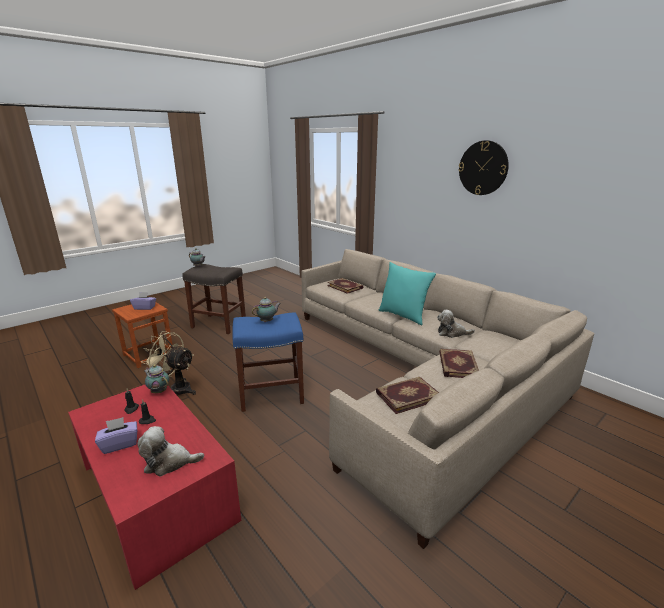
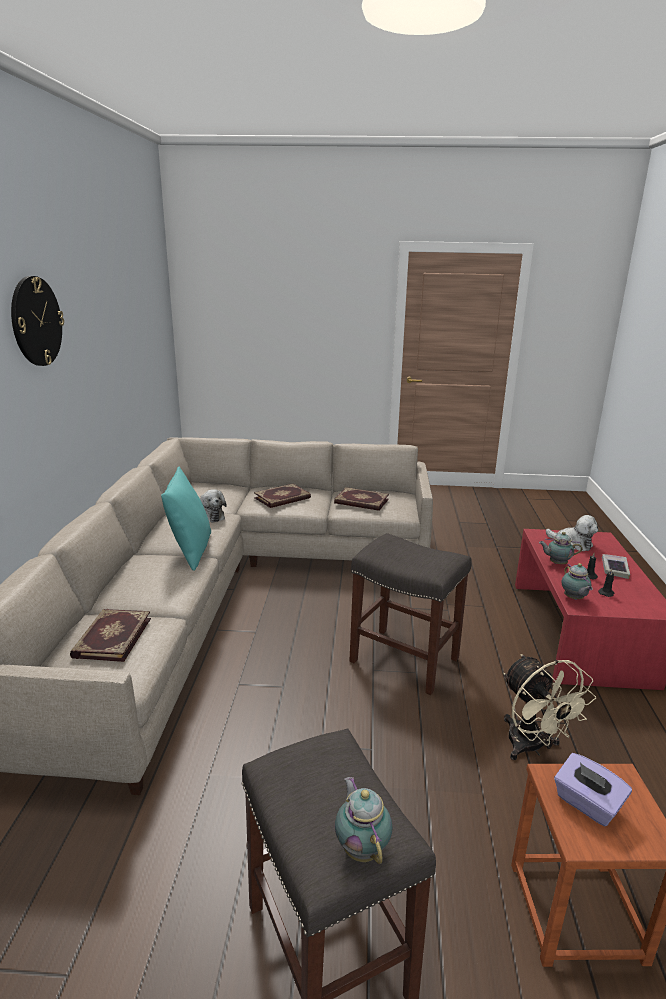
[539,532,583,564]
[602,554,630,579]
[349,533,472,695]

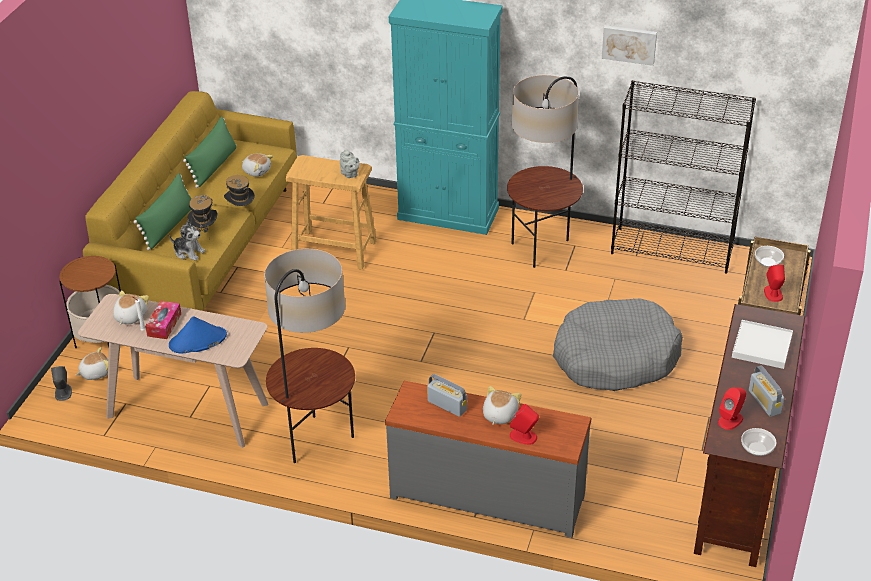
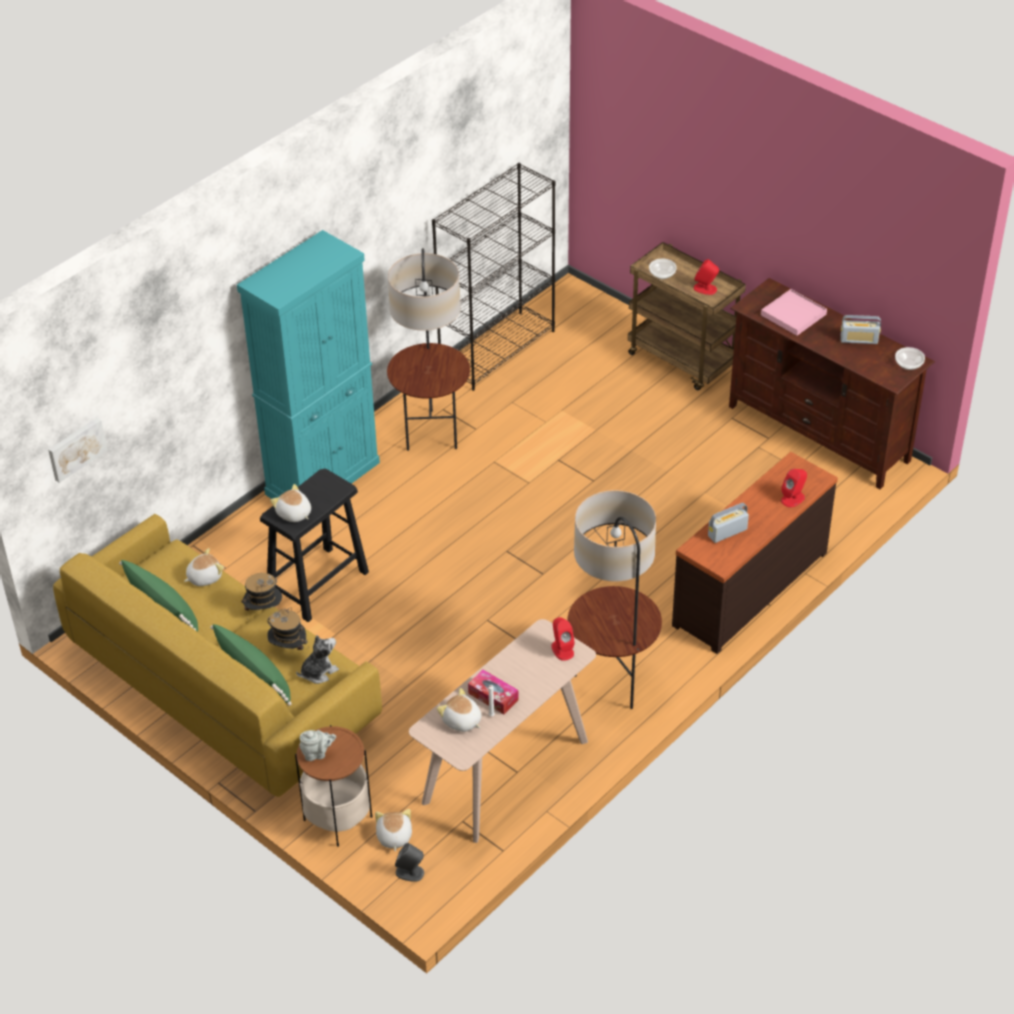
[169,316,227,354] (first image)
[553,298,683,391] (first image)
[299,730,336,761]
[270,484,311,522]
[48,417,108,483]
[551,617,575,661]
[260,469,369,622]
[672,452,838,654]
[761,289,827,336]

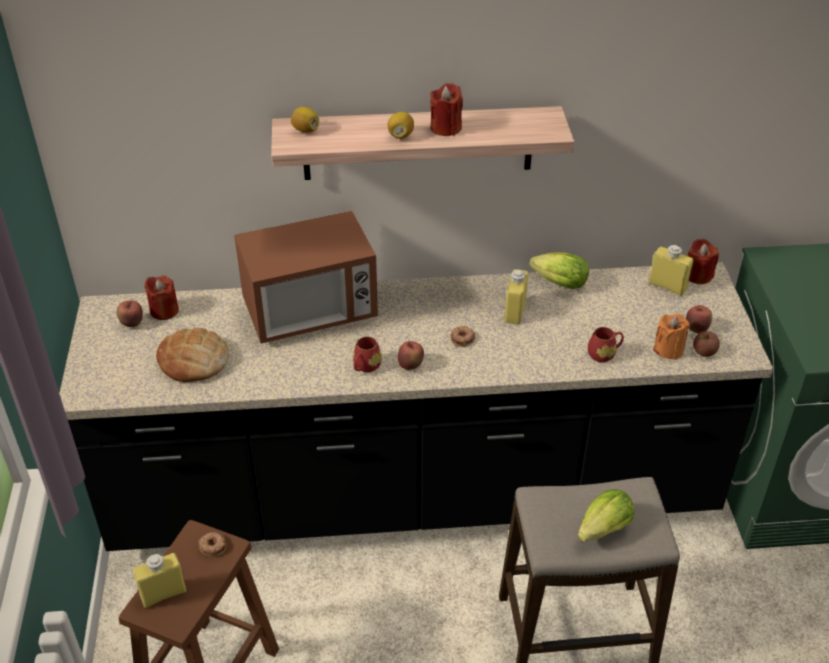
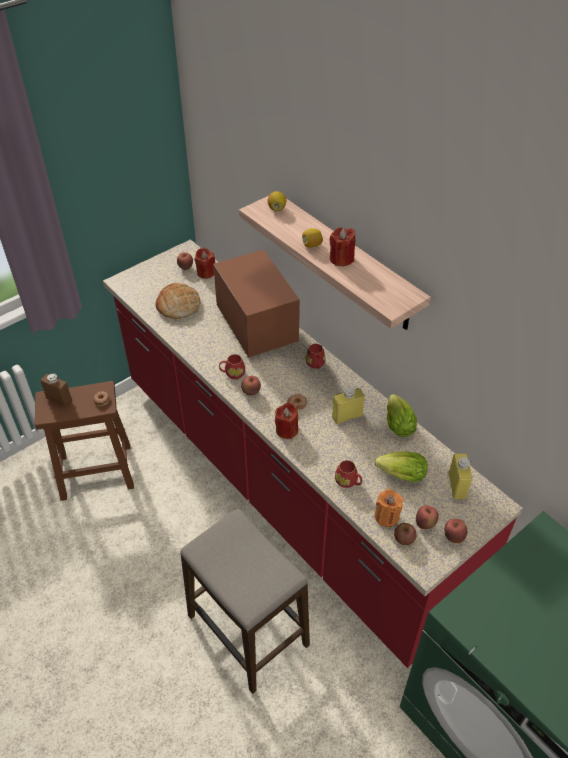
[306,344,326,369]
[444,518,468,543]
[375,451,428,482]
[275,403,298,439]
[103,239,523,668]
[40,374,72,407]
[213,250,300,358]

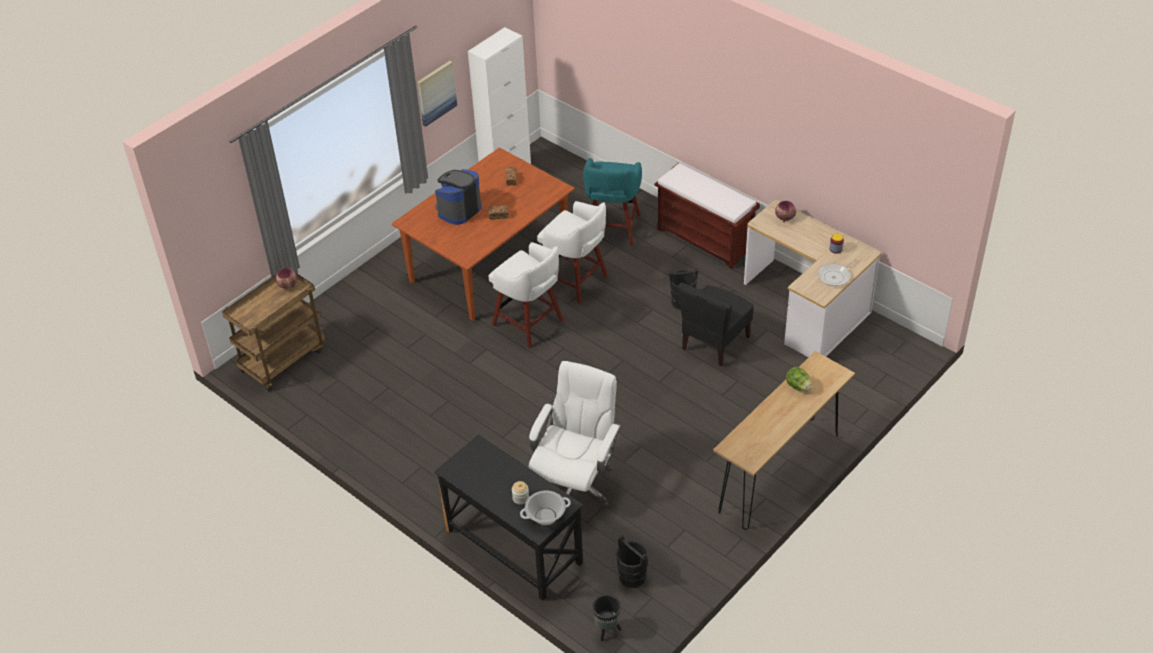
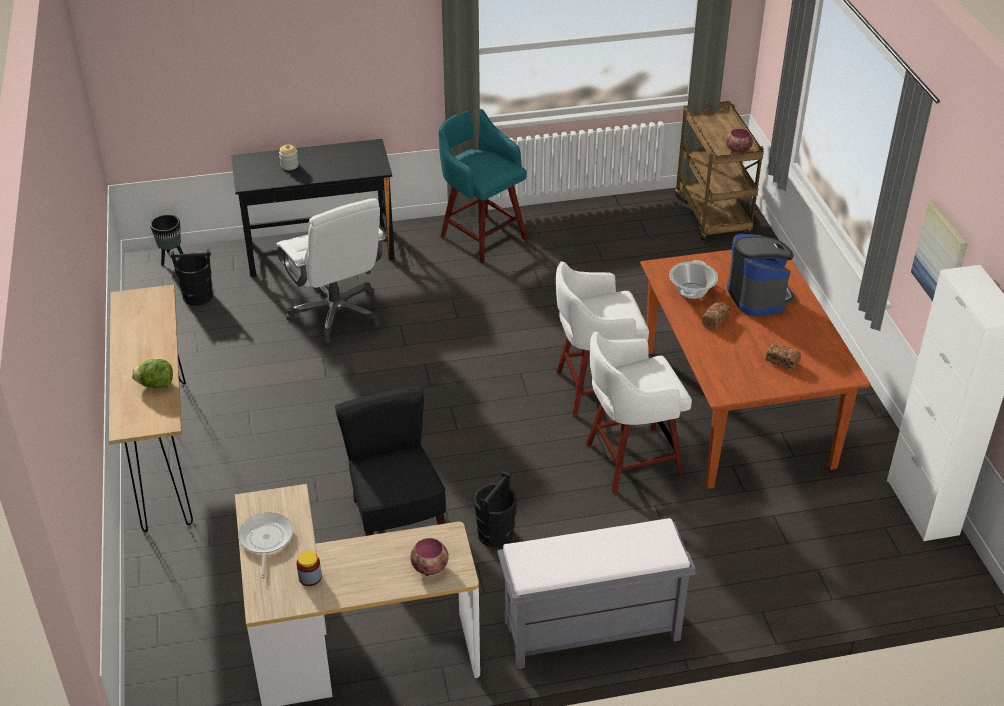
[669,260,718,299]
[438,109,527,264]
[497,518,696,669]

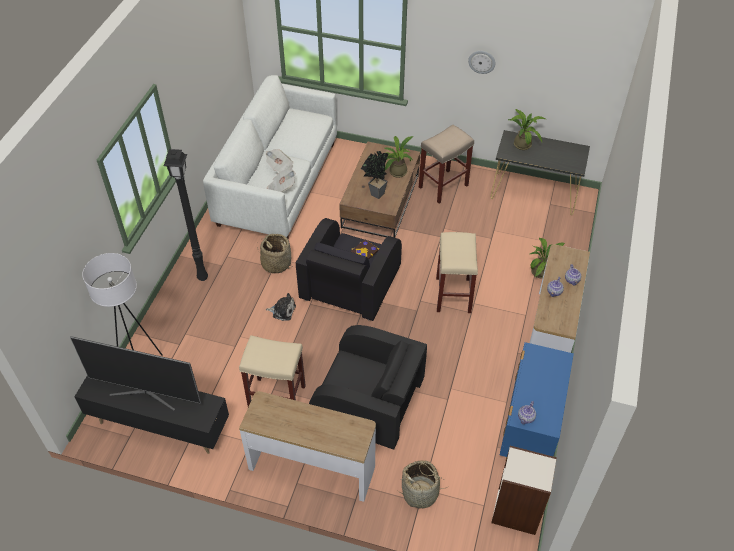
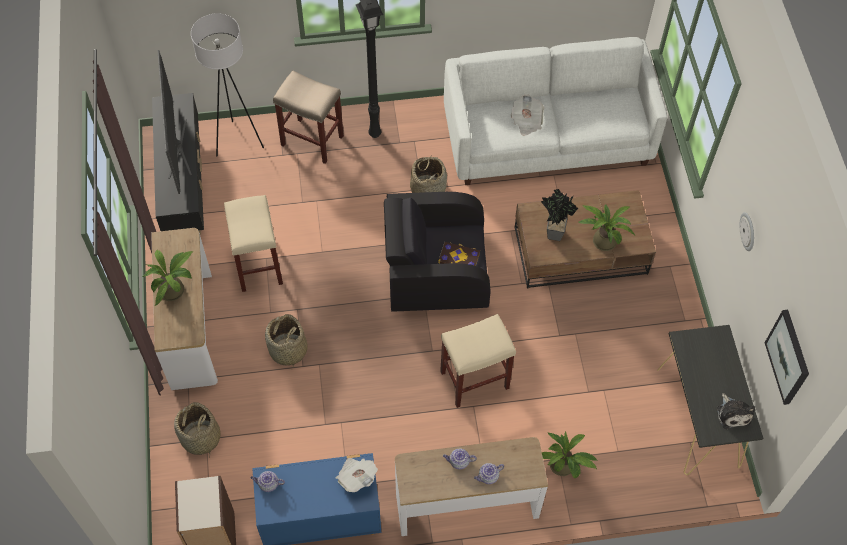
[765,310,809,405]
[717,393,755,429]
[336,458,378,492]
[273,70,344,164]
[142,250,194,306]
[265,314,308,369]

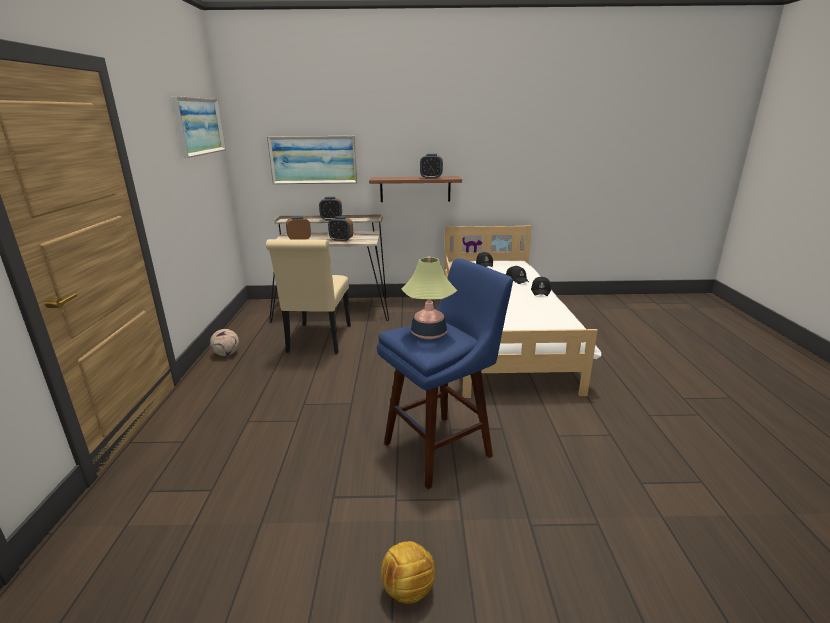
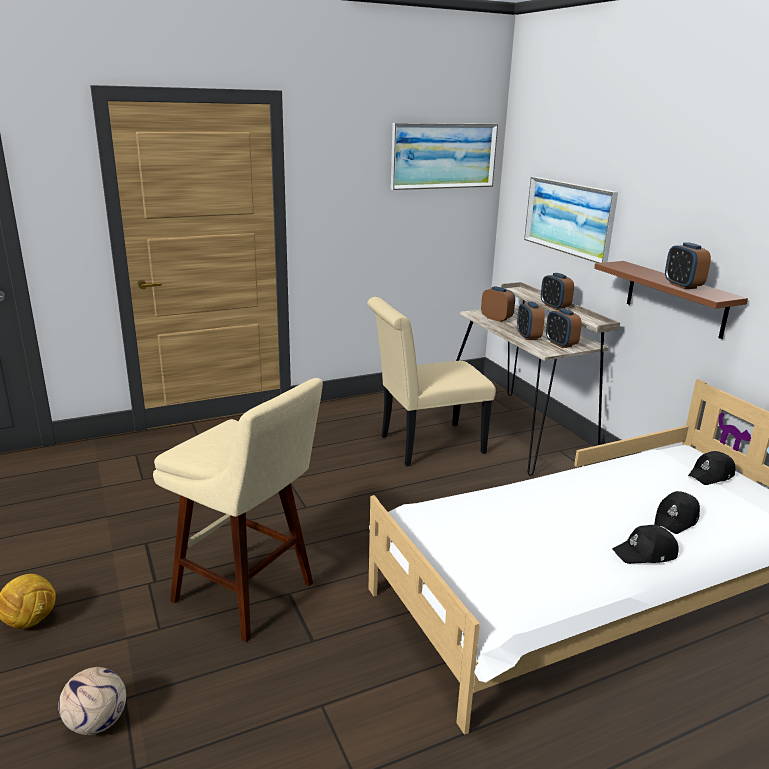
[401,257,457,339] (first image)
[546,308,582,348]
[58,667,126,735]
[153,378,323,642]

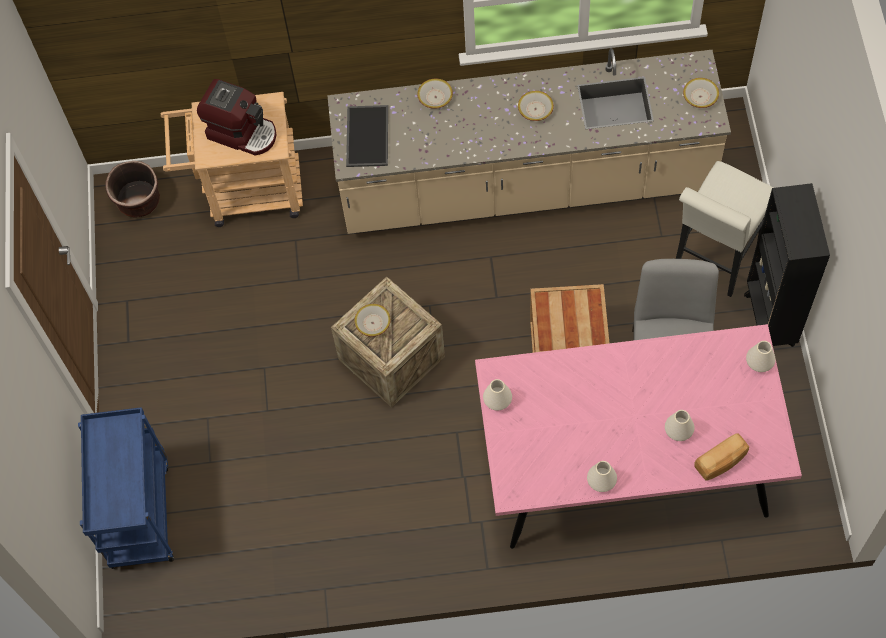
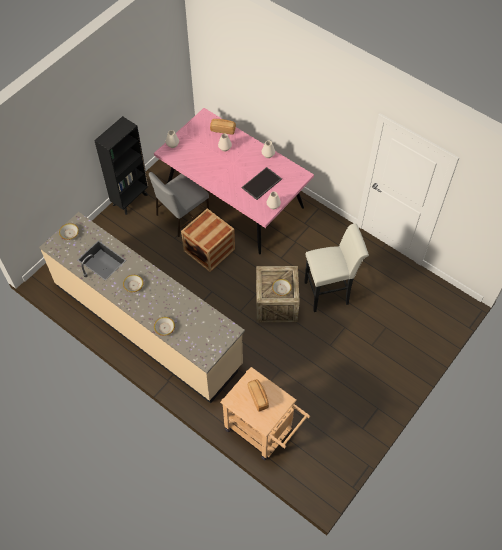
[78,407,174,569] (first image)
[105,161,160,218] (first image)
[242,167,282,200]
[304,224,369,312]
[248,379,269,411]

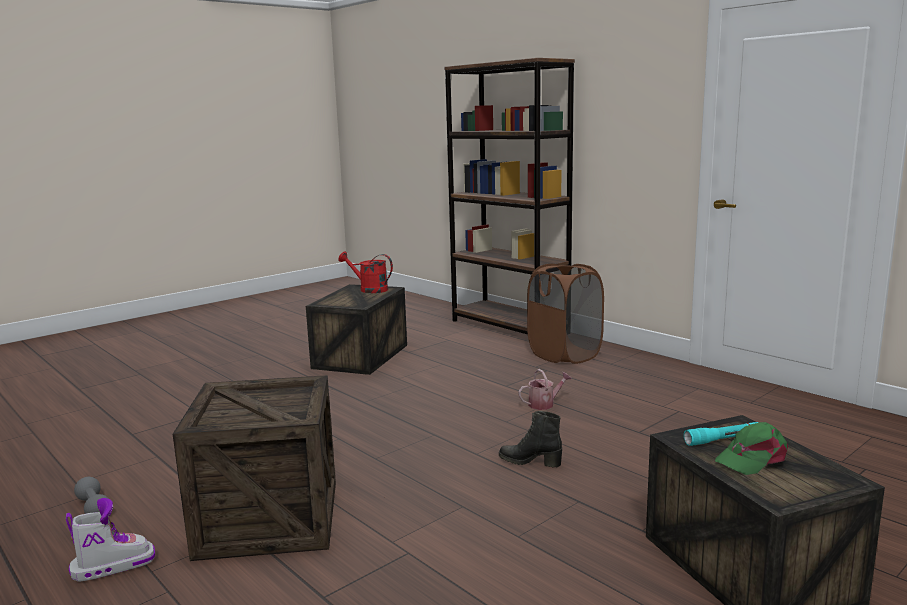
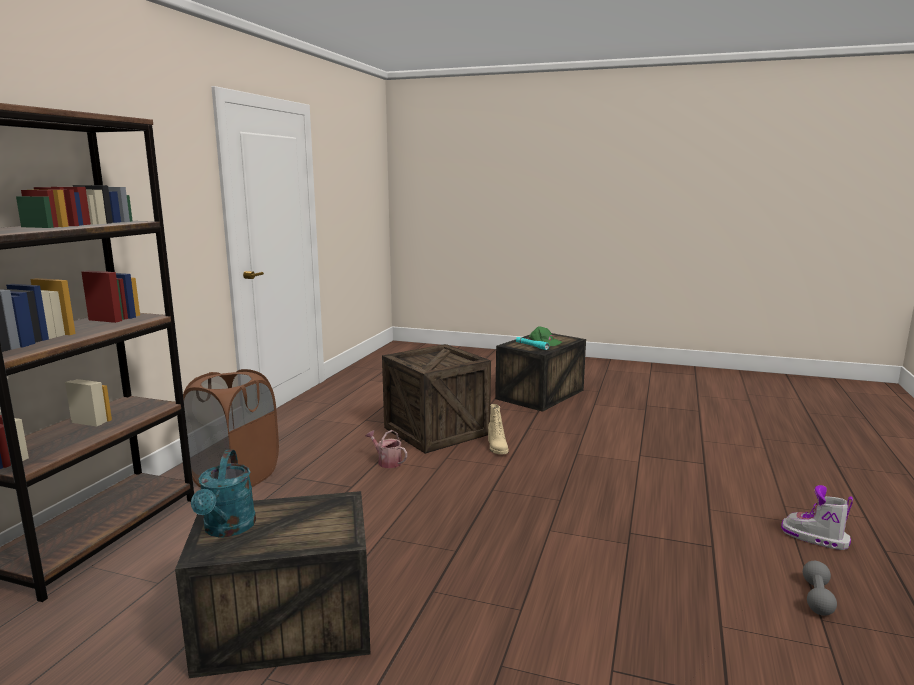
[382,344,491,454]
[191,450,256,537]
[488,404,508,454]

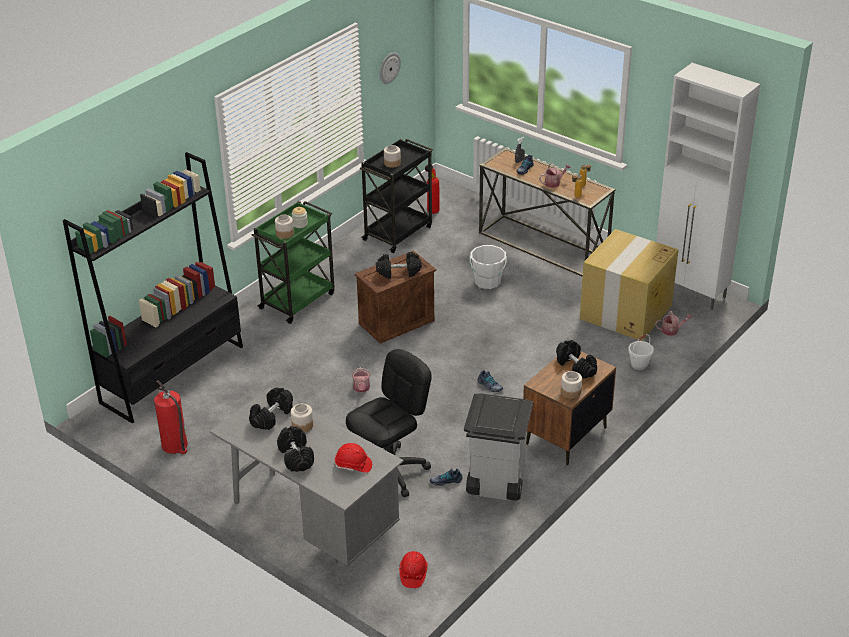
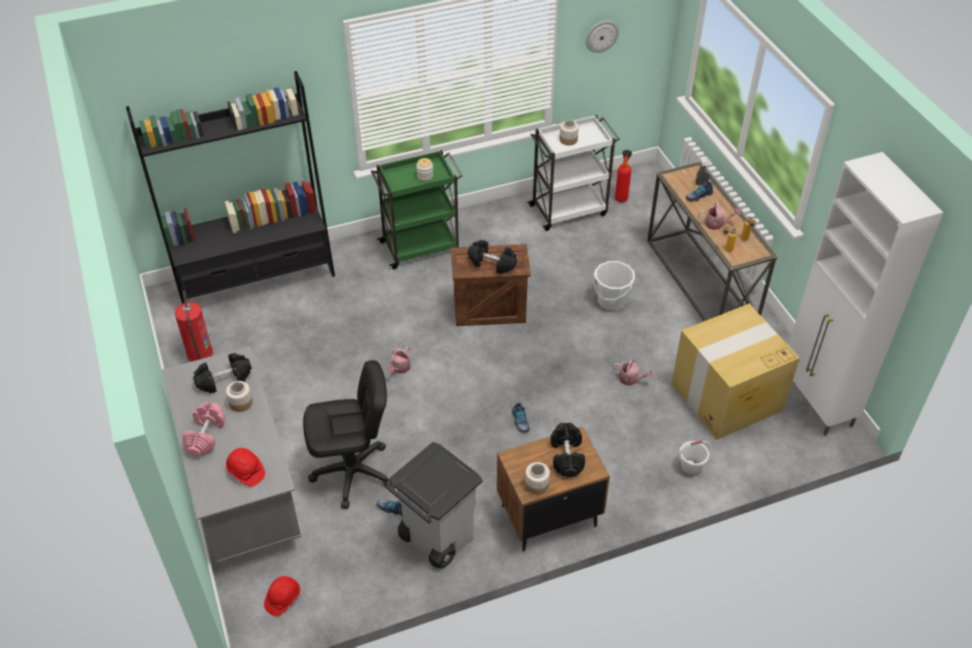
[275,215,294,239] (first image)
[613,359,653,386]
[182,402,225,457]
[527,115,619,231]

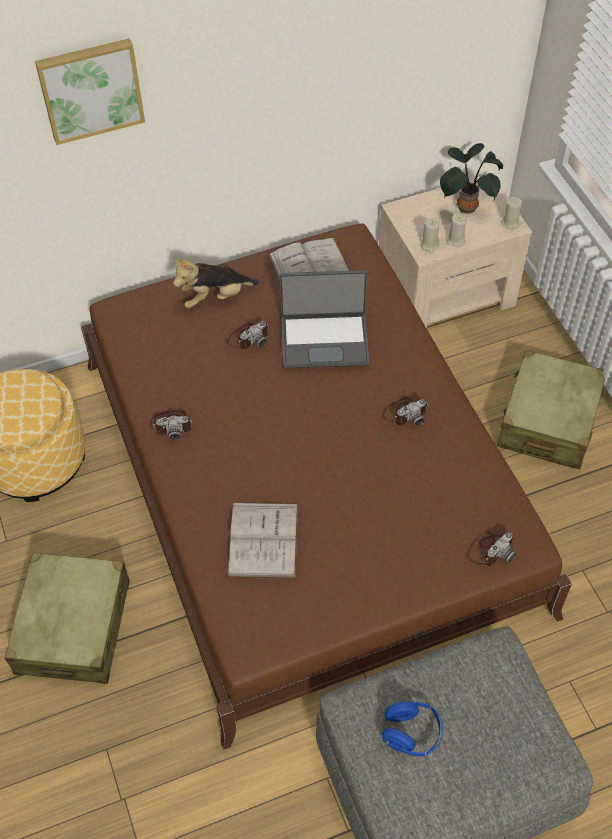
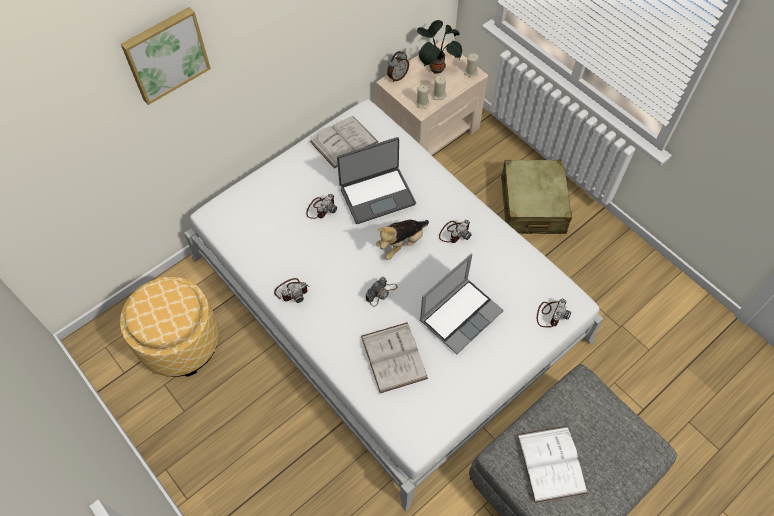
[5,553,130,684] (first image)
[366,277,397,307]
[387,51,409,82]
[420,254,504,354]
[376,220,429,260]
[517,426,587,503]
[184,99,604,511]

